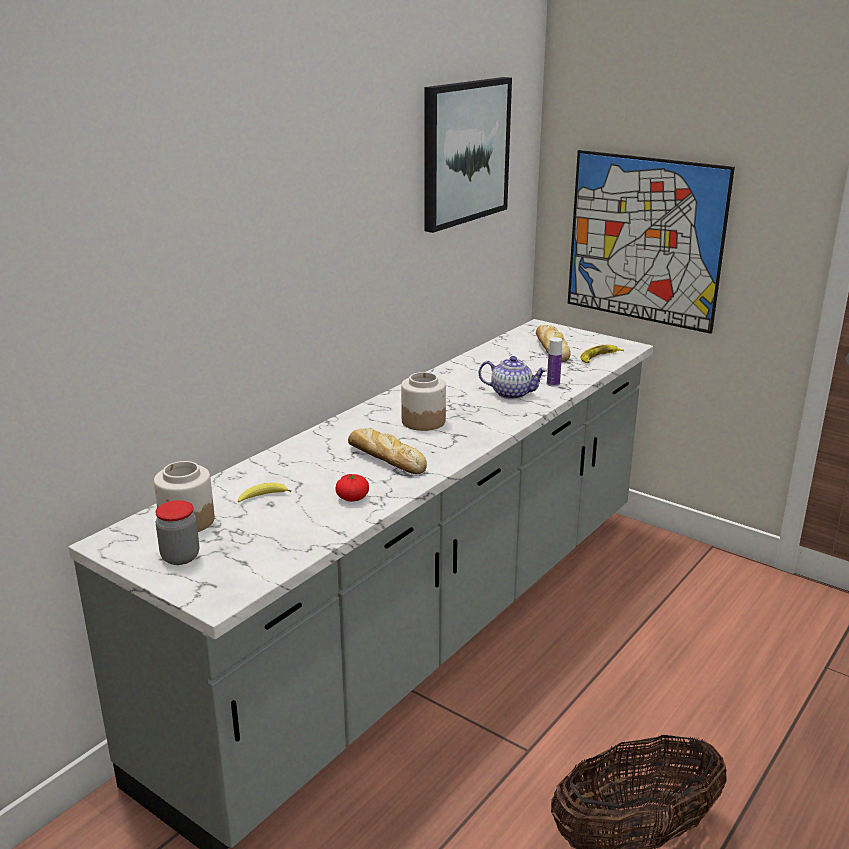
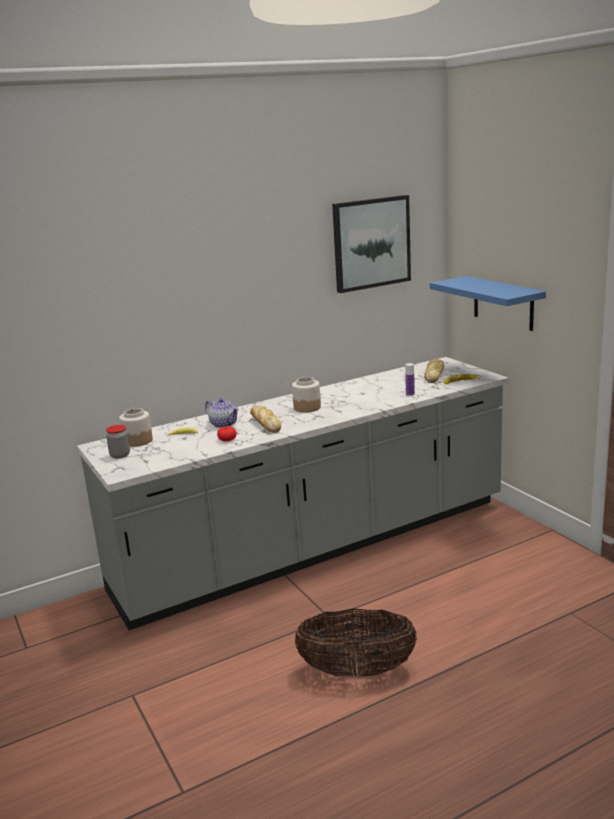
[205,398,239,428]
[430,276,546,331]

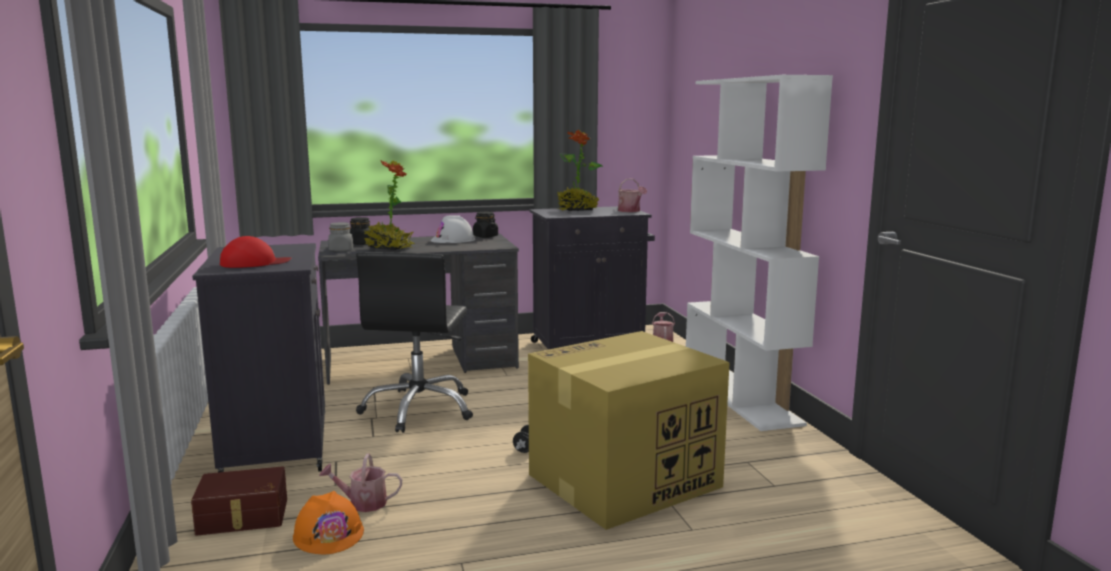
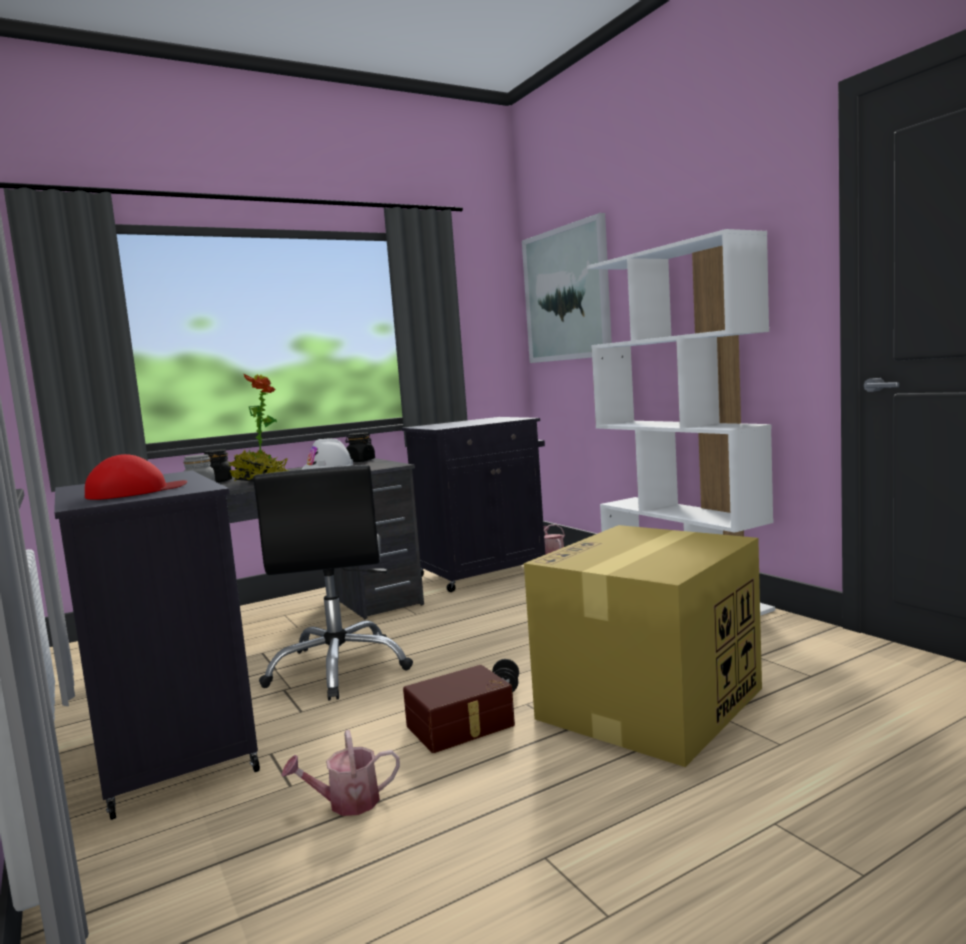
[293,491,364,554] (first image)
[557,130,603,211] (first image)
[618,178,647,212] (first image)
[522,213,612,363]
[403,665,515,753]

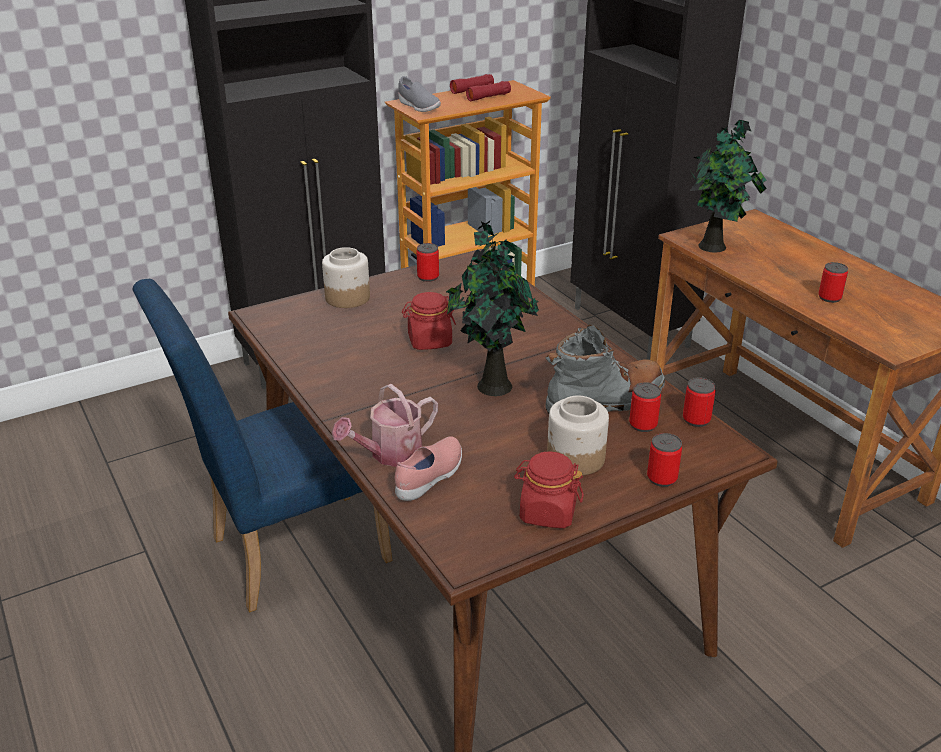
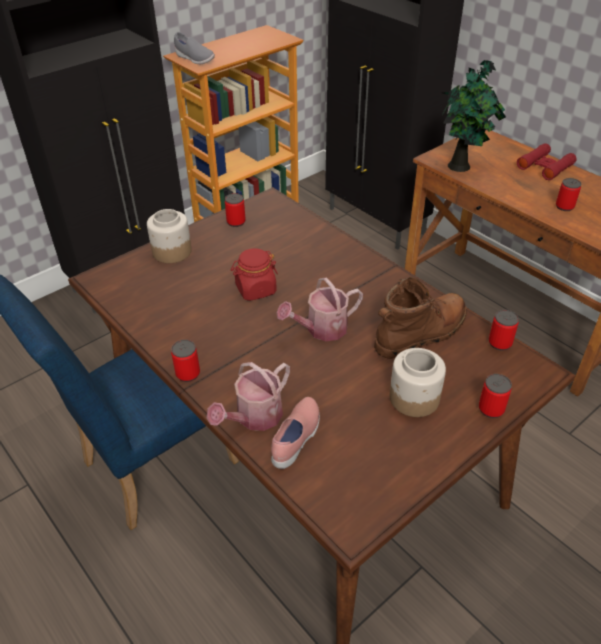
[514,451,584,528] (first image)
[517,143,577,180]
[171,340,200,382]
[277,277,363,341]
[374,277,467,359]

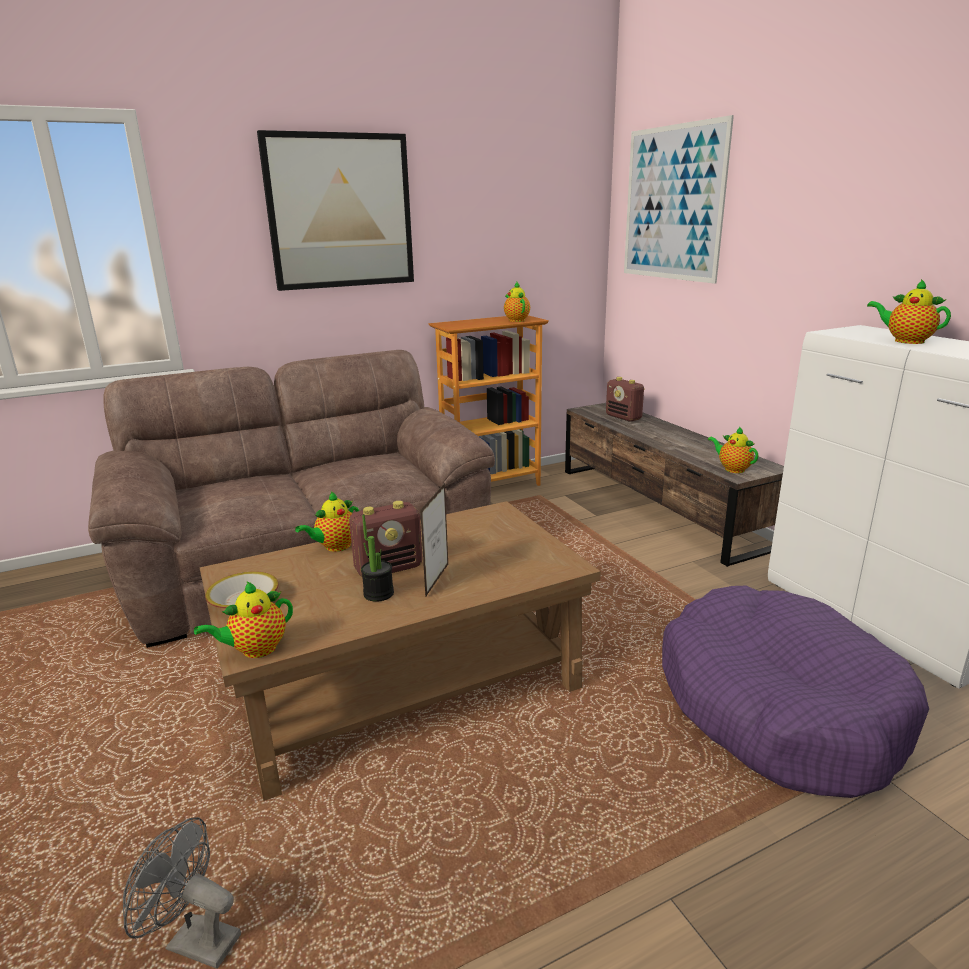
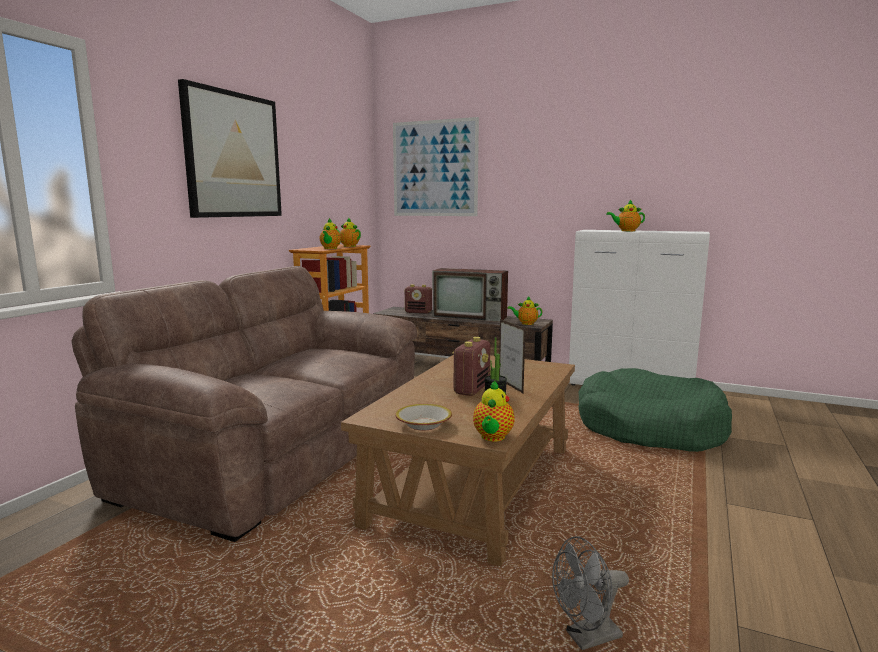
[432,268,508,322]
[320,218,341,249]
[578,368,732,452]

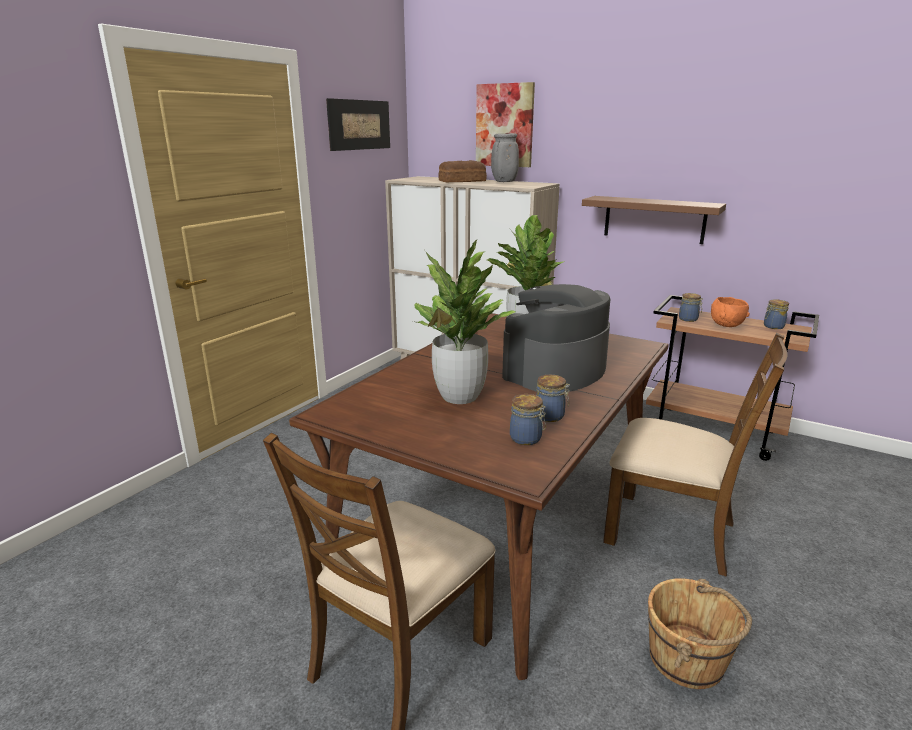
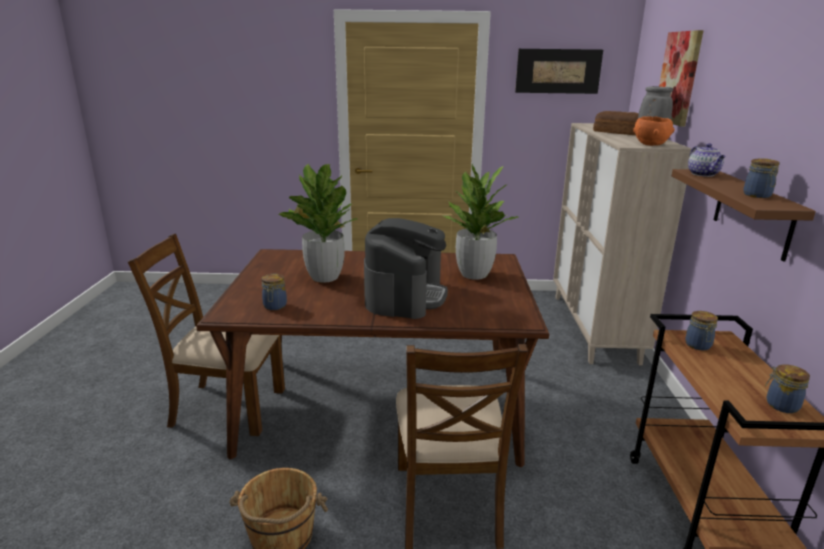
[688,143,726,177]
[743,158,780,198]
[633,116,675,146]
[364,218,448,319]

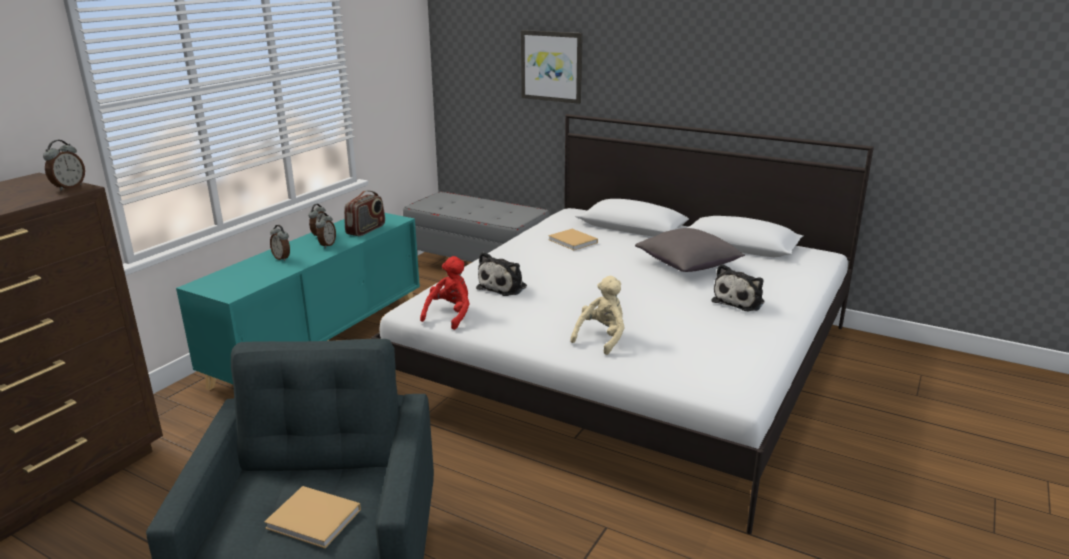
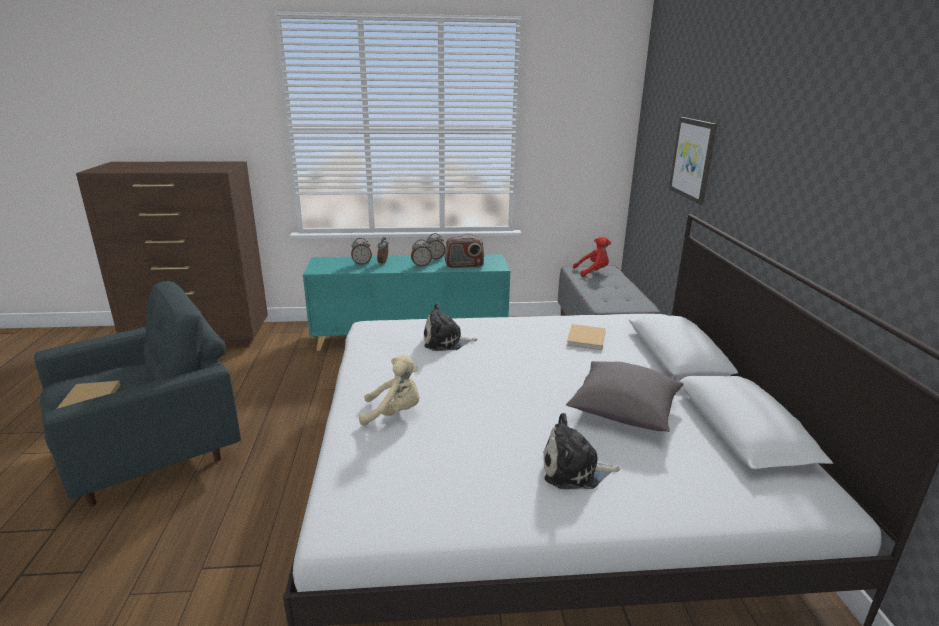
[351,238,372,265]
[573,236,611,277]

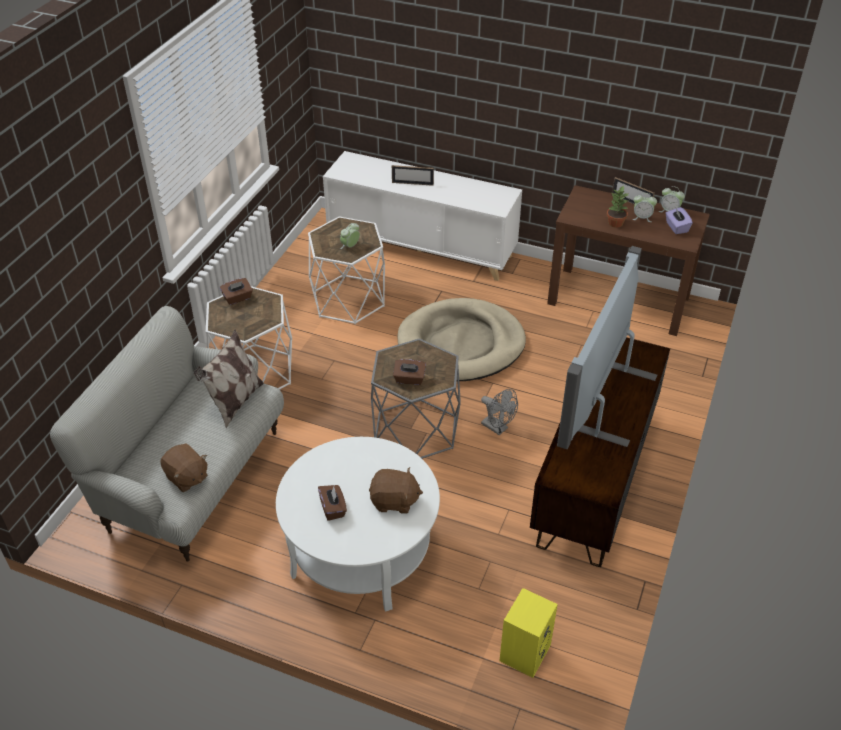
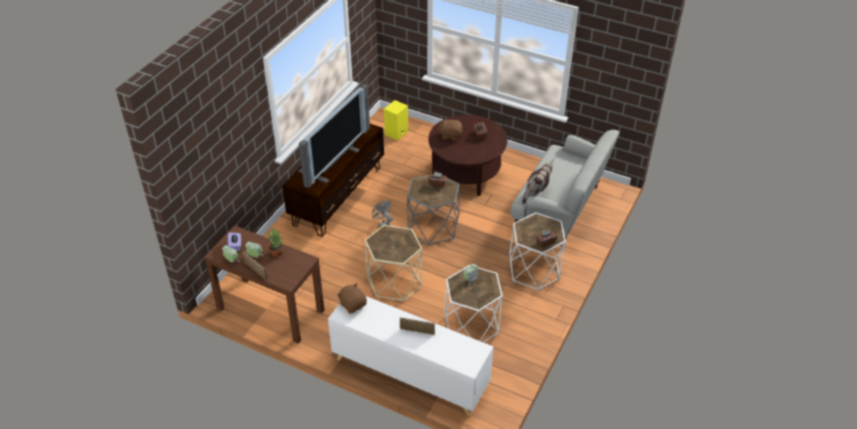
[337,283,367,314]
[364,225,422,302]
[428,115,508,196]

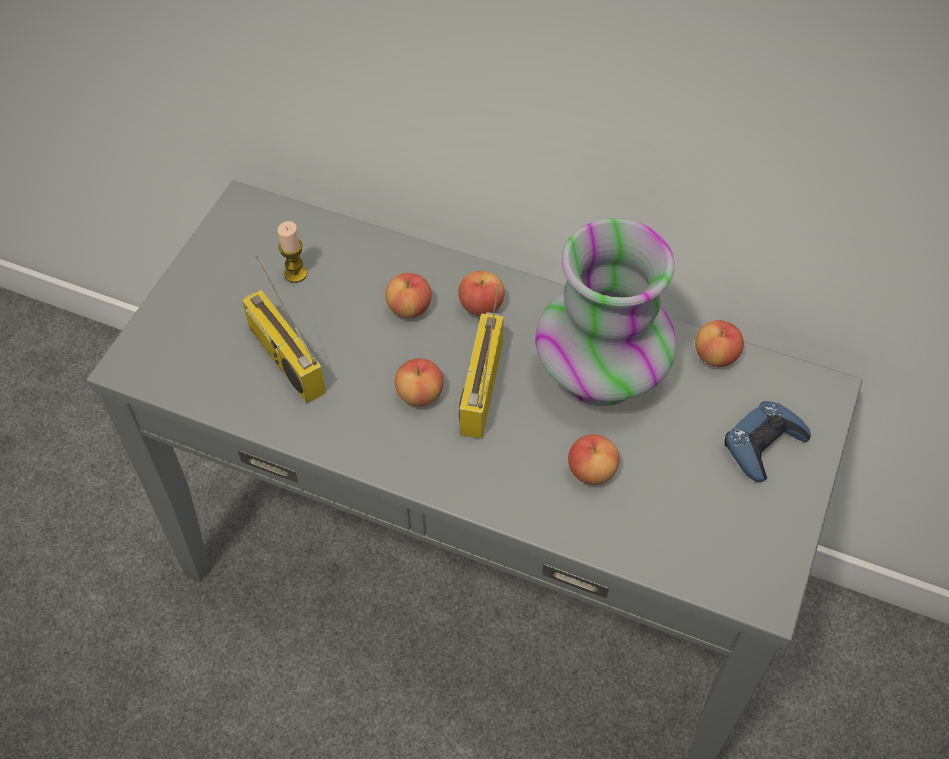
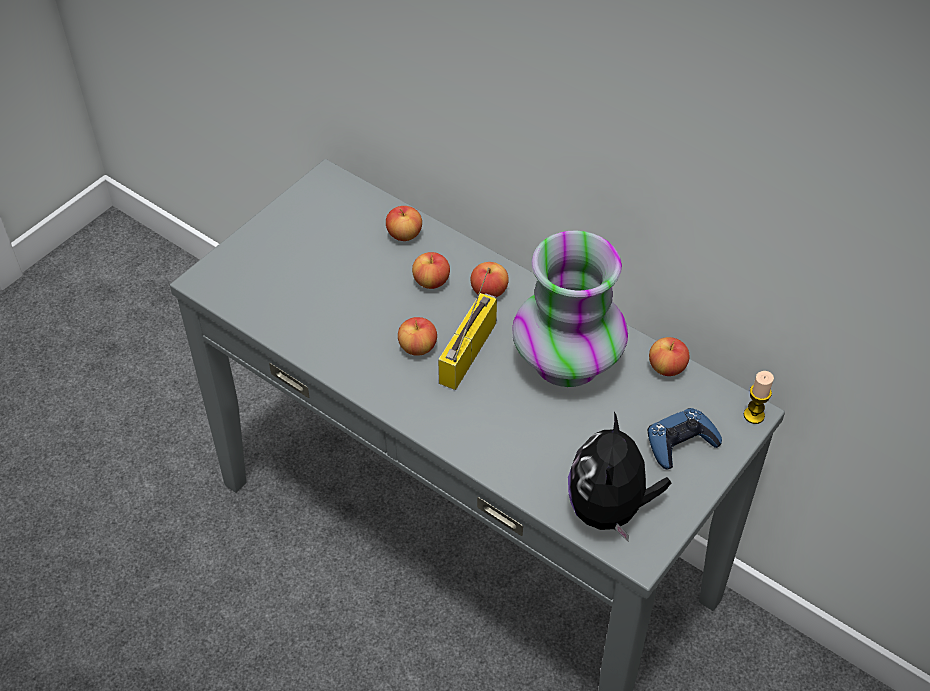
[242,256,326,403] (first image)
[568,412,671,541]
[744,371,774,424]
[386,206,422,241]

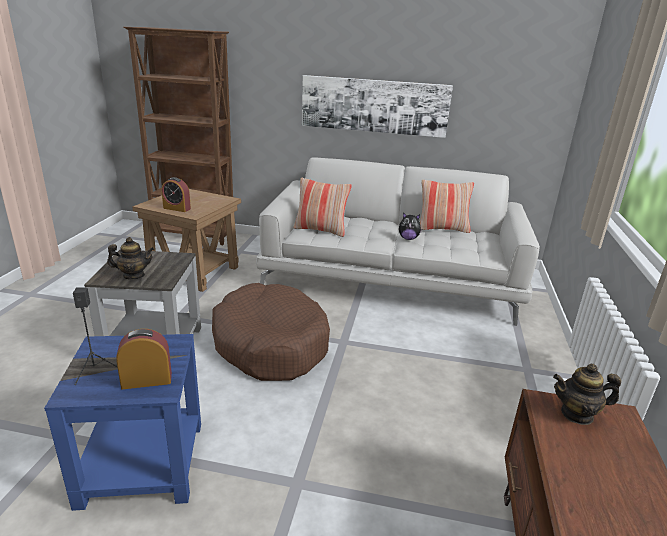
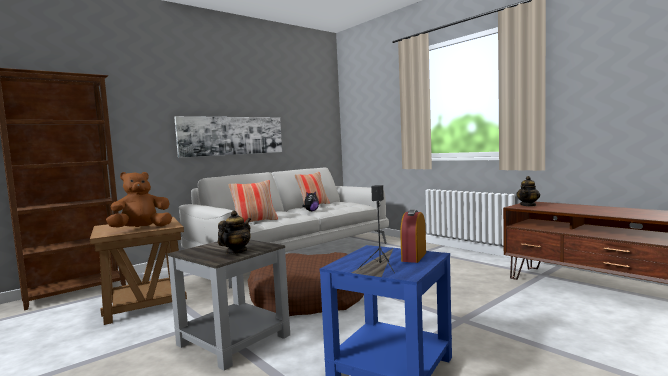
[106,172,172,227]

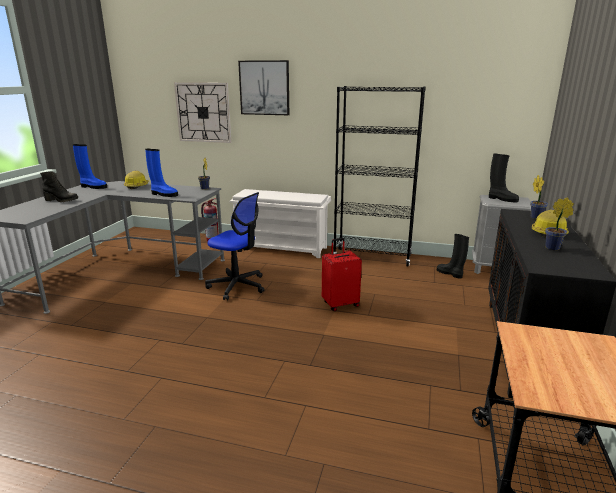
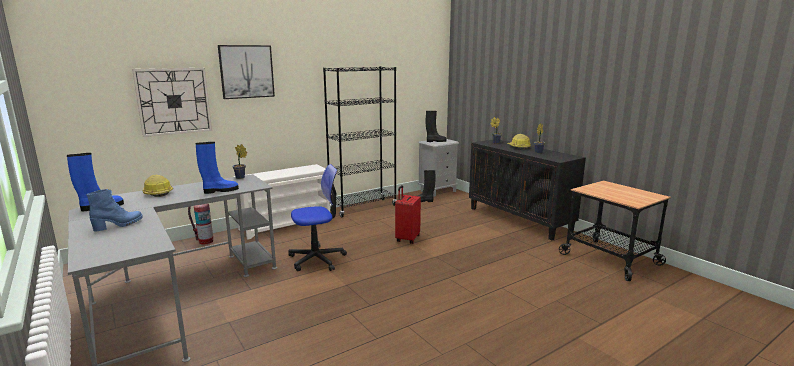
[86,189,143,231]

